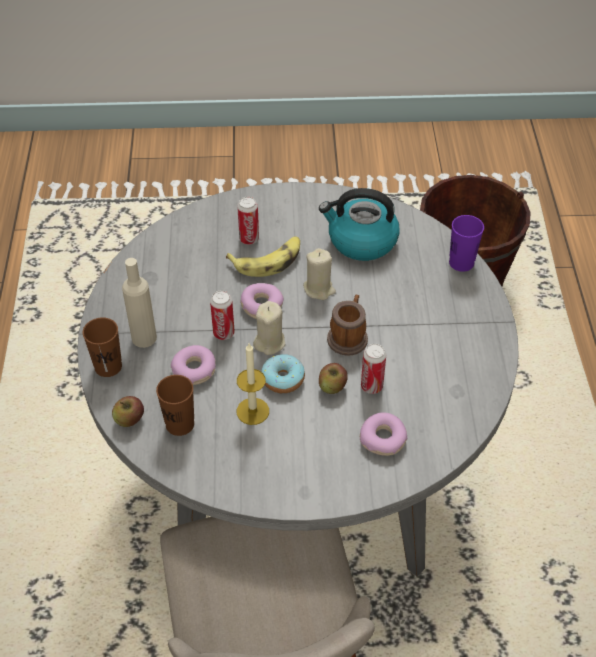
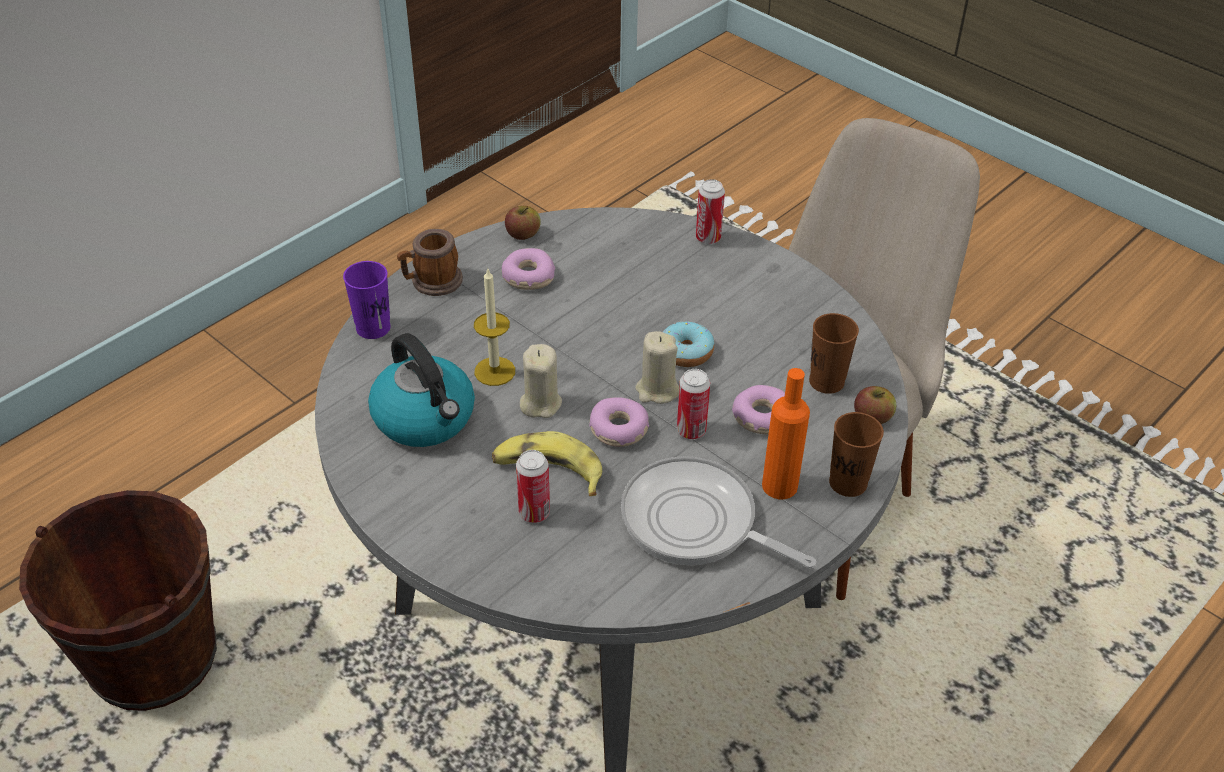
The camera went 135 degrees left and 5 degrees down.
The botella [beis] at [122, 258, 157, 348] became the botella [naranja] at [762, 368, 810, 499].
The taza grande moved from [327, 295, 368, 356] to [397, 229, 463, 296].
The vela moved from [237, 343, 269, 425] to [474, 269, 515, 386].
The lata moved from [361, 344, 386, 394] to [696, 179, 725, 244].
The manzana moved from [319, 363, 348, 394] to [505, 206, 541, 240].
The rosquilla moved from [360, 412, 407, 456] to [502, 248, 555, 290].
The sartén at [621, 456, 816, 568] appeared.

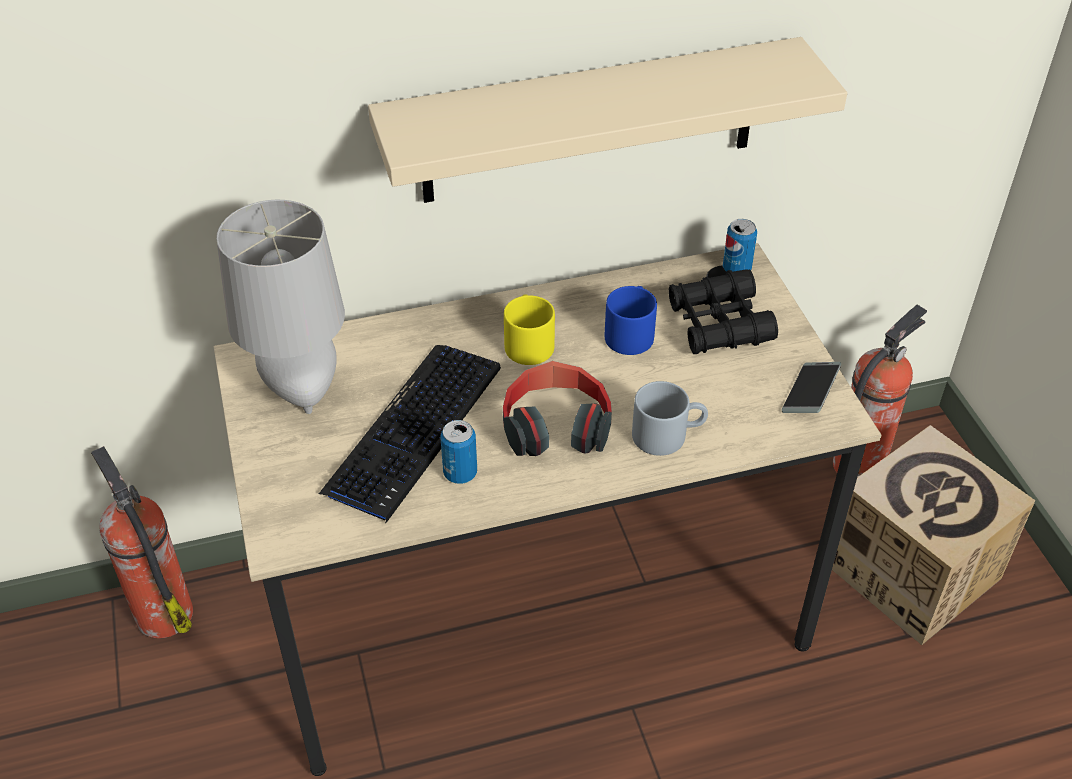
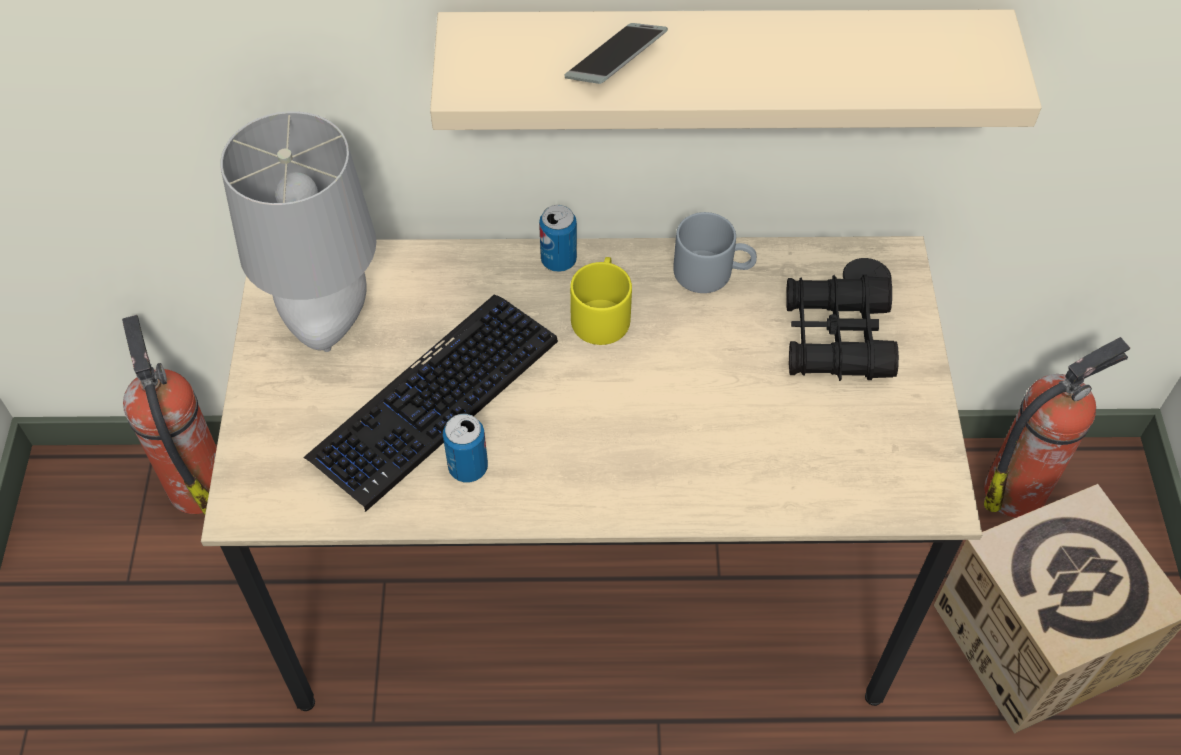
The camera went 15 degrees right and 10 degrees up.
The lata moved from [723, 219, 757, 272] to [539, 205, 577, 272].
The taza grande [azul] at [605, 286, 657, 355] disappeared.
The auriculares at [503, 361, 612, 456] disappeared.
The móvil moved from [782, 362, 841, 413] to [564, 23, 668, 84].
The taza grande [gris] moved from [632, 381, 708, 456] to [673, 212, 757, 293].

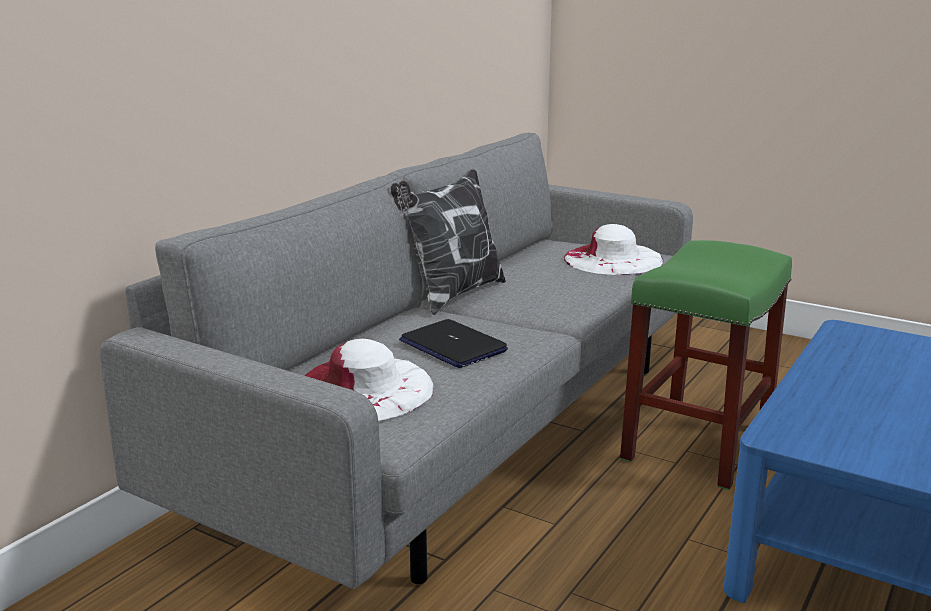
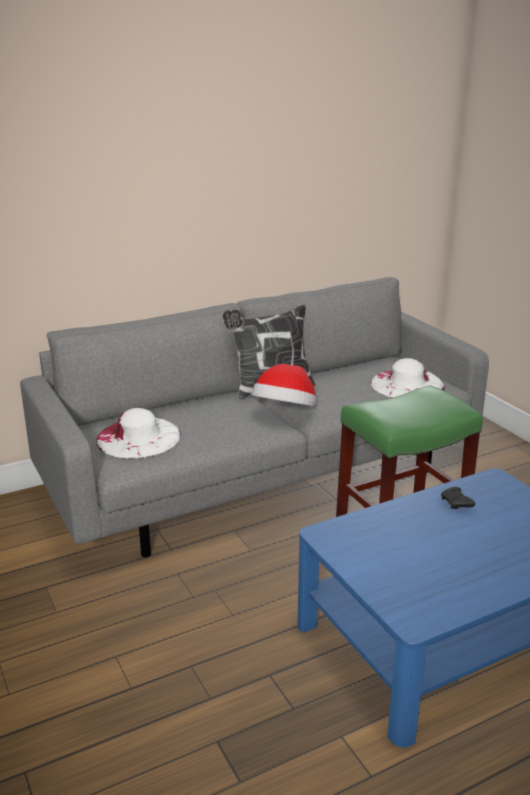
The camera went 30 degrees right and 5 degrees up.
The portátil at [399, 319, 508, 368] disappeared.
The sombrero at [252, 364, 316, 406] appeared.
The mando de consola [negro] at [441, 487, 475, 509] appeared.

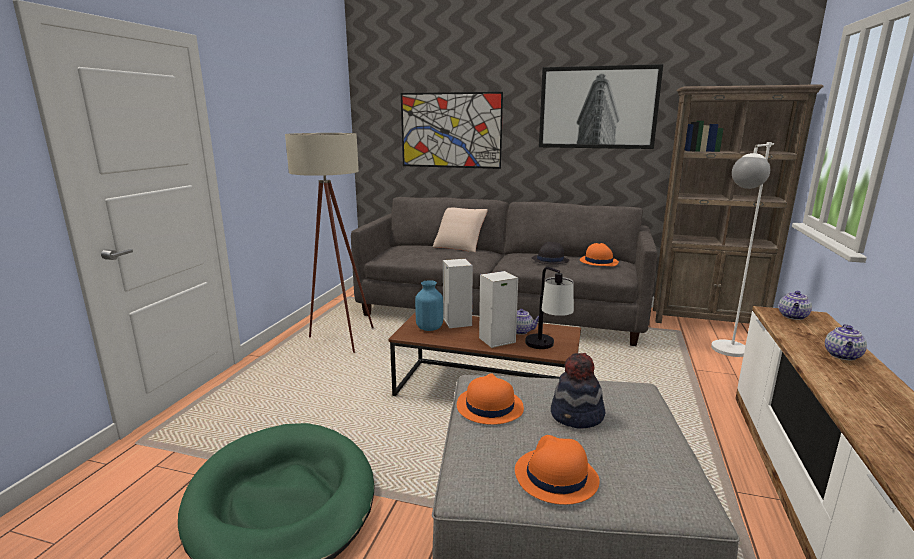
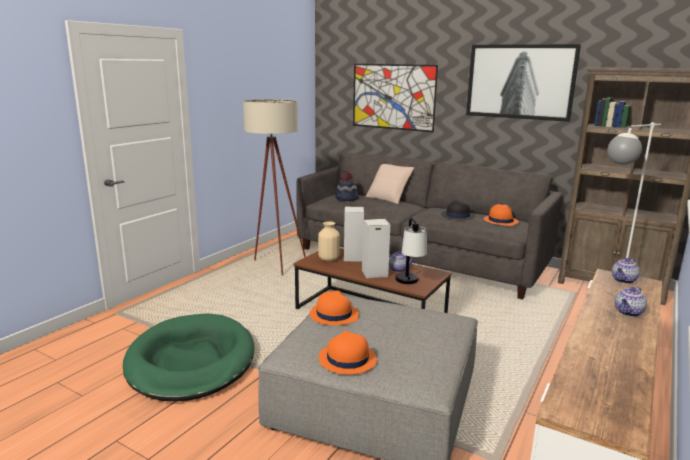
The camera went 15 degrees right and 0 degrees up.
The florero [azul] at [415, 280, 443, 331] became the florero [beis] at [318, 221, 340, 261].
The sombrero moved from [551, 353, 606, 429] to [335, 170, 359, 201].

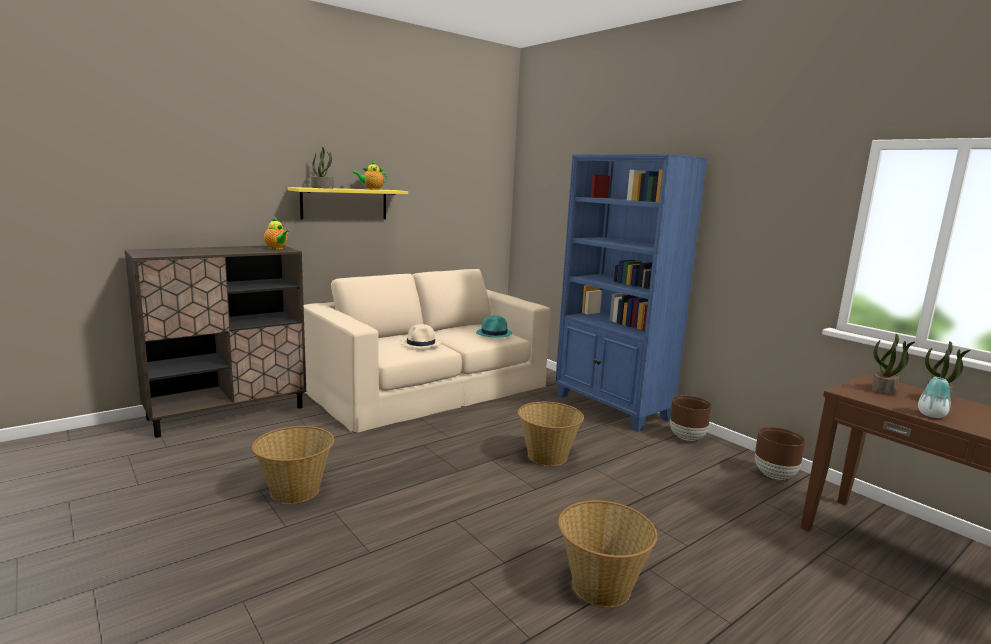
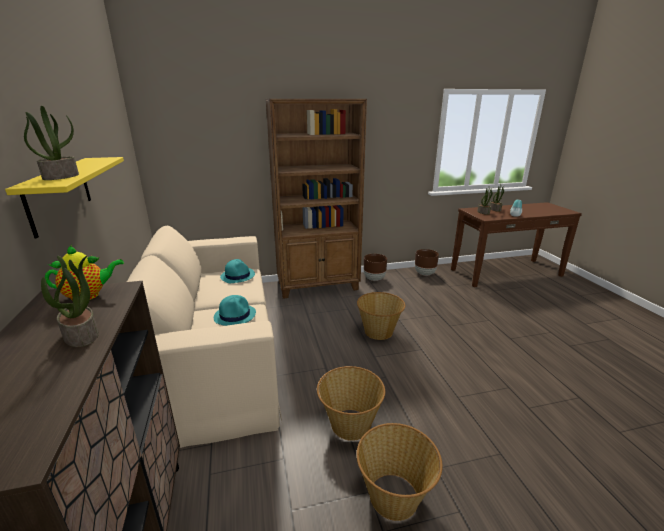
The camera went 65 degrees left and 10 degrees up.
The estantería [azul] at [555, 154, 707, 431] became the estantería [marrón] at [265, 99, 367, 299].
The tetera at [352, 161, 387, 190] disappeared.
The sombrero [beis] at [401, 324, 441, 348] became the sombrero [turquesa] at [214, 295, 256, 326].
The cesta moved from [558, 500, 657, 607] to [317, 366, 385, 441].
The planta en maceta at [41, 255, 99, 347] appeared.

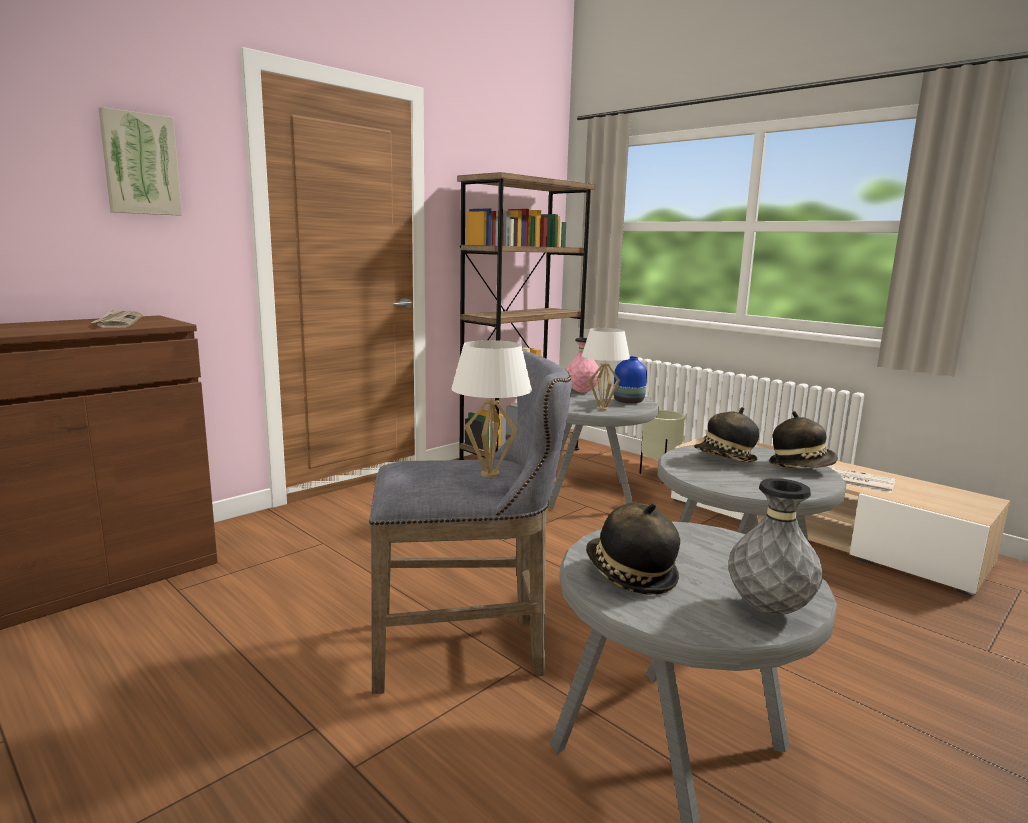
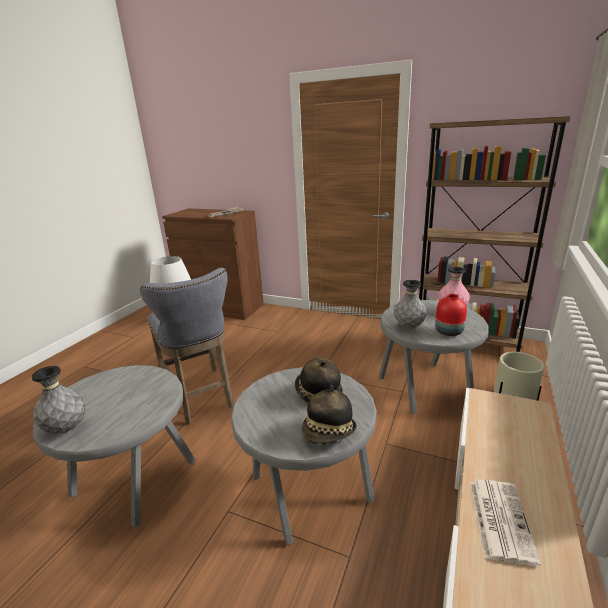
The camera went 70 degrees right and 10 degrees up.
The cuadro at [98, 107, 182, 215] disappeared.
The lámpara de mesa [blanco] at [582, 328, 630, 410] was replaced by the florero [gris] at [394, 280, 427, 328].
The florero [azul] at [613, 356, 647, 404] became the florero [rojo] at [435, 294, 467, 336].
The sombrero at [586, 502, 680, 595] disappeared.

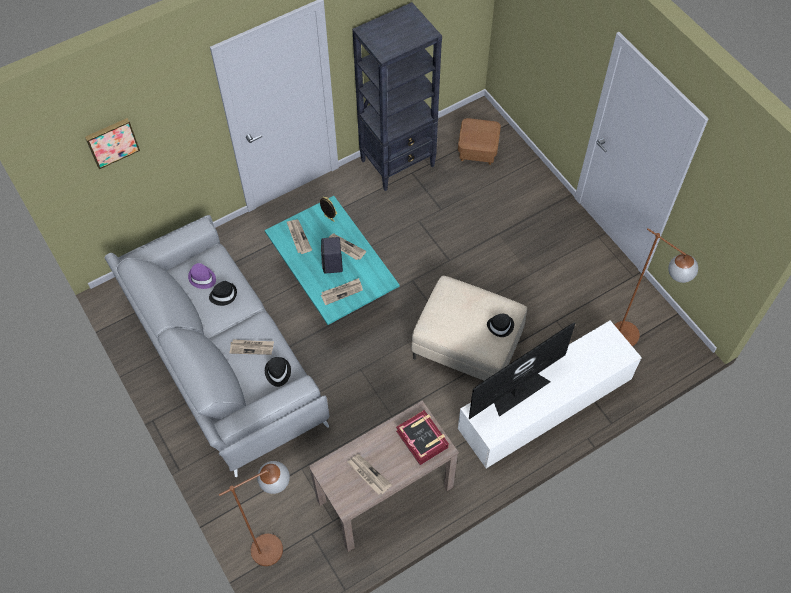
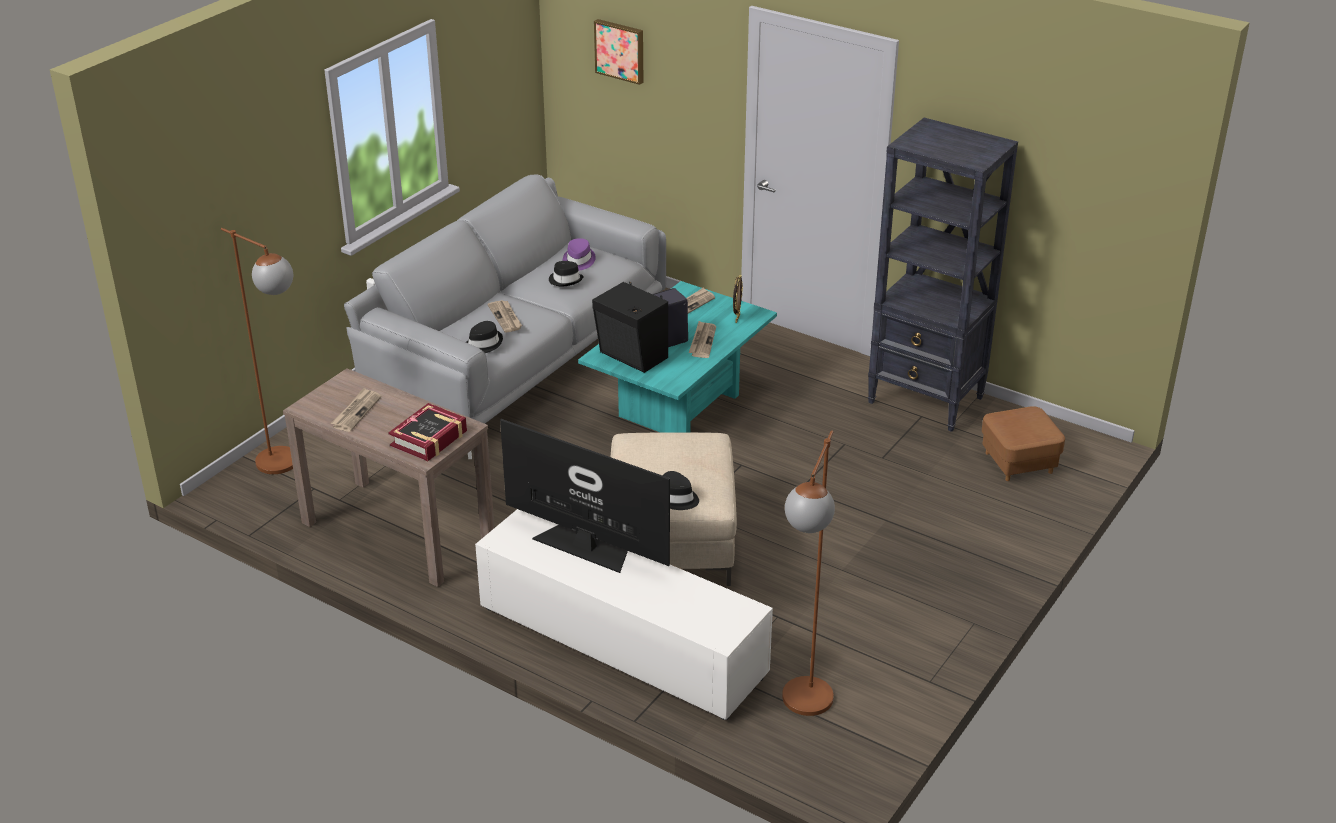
The camera went 65 degrees right and 25 degrees down.
The periódico at [321, 278, 363, 305] was replaced by the altavoz [negro] at [592, 282, 668, 373].

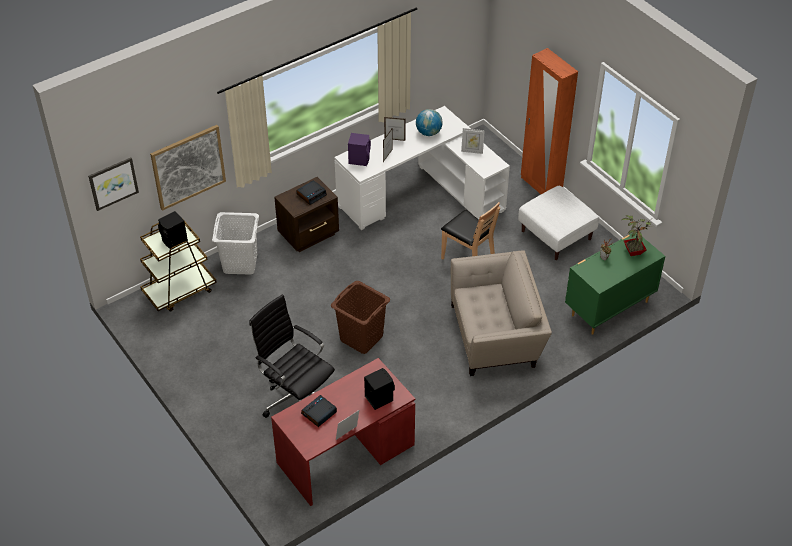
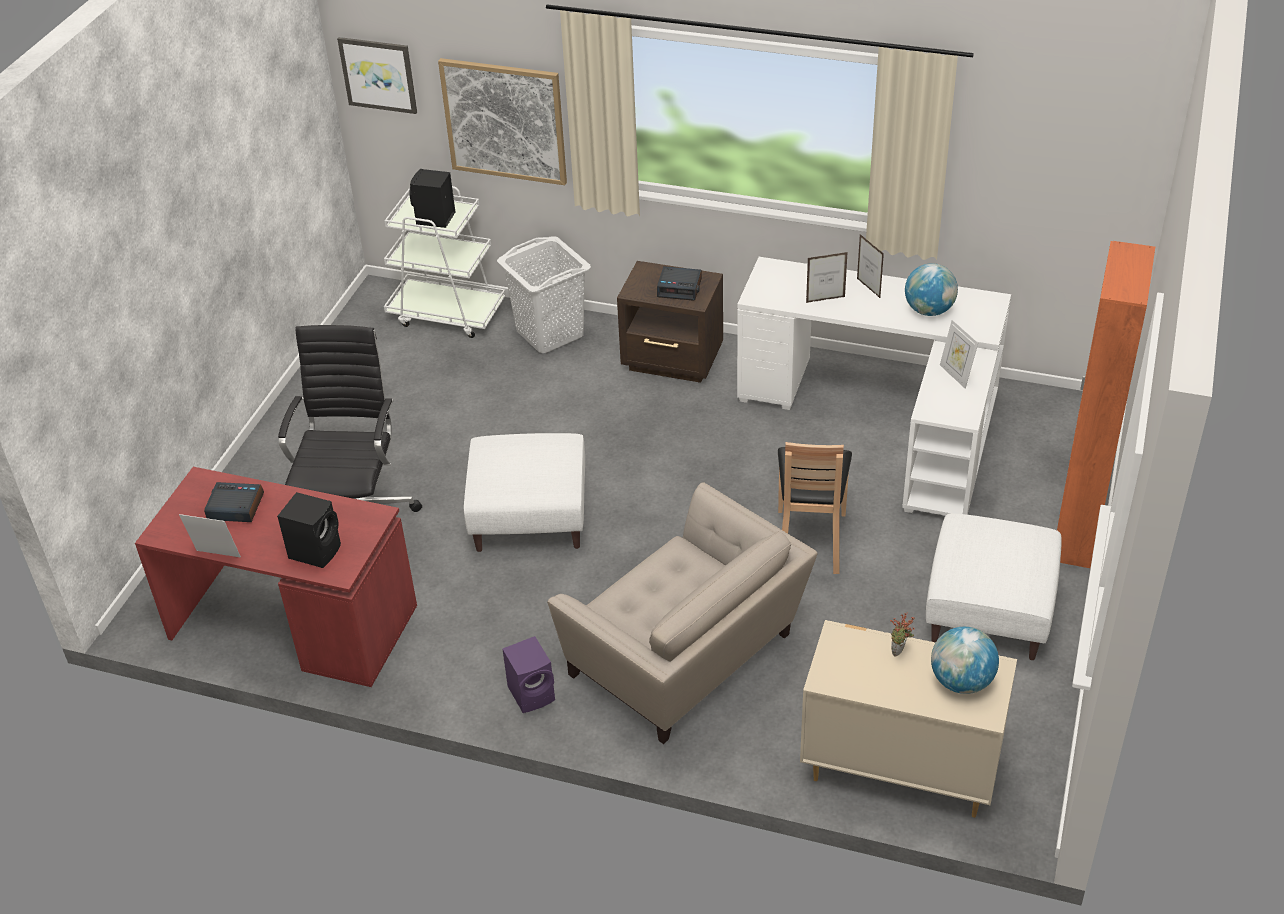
The camera went 55 degrees right and 5 degrees down.
The altavoz [morado] moved from [348, 133, 371, 166] to [502, 636, 555, 713].
The planta en maceta at [622, 215, 653, 256] was replaced by the globo terráqueo at [931, 627, 999, 694].
The carrito [marrón] at [140, 218, 217, 312] became the carrito [blanco] at [384, 186, 506, 338].
The cómoda [verde] at [565, 232, 665, 335] became the cómoda [beis] at [800, 620, 1017, 818].
The cesto de la ropa [marrón] at [331, 281, 390, 354] was replaced by the puf [blanco] at [464, 433, 585, 552].

